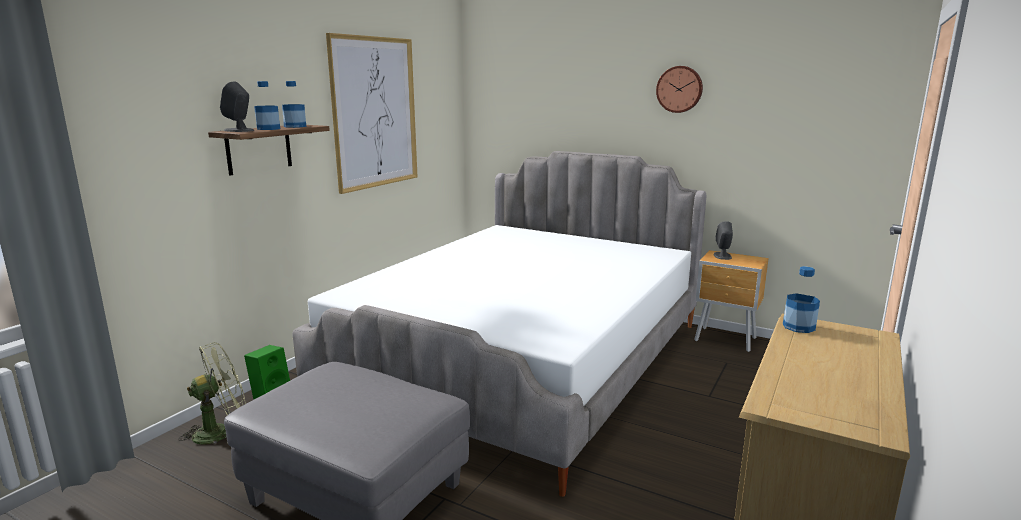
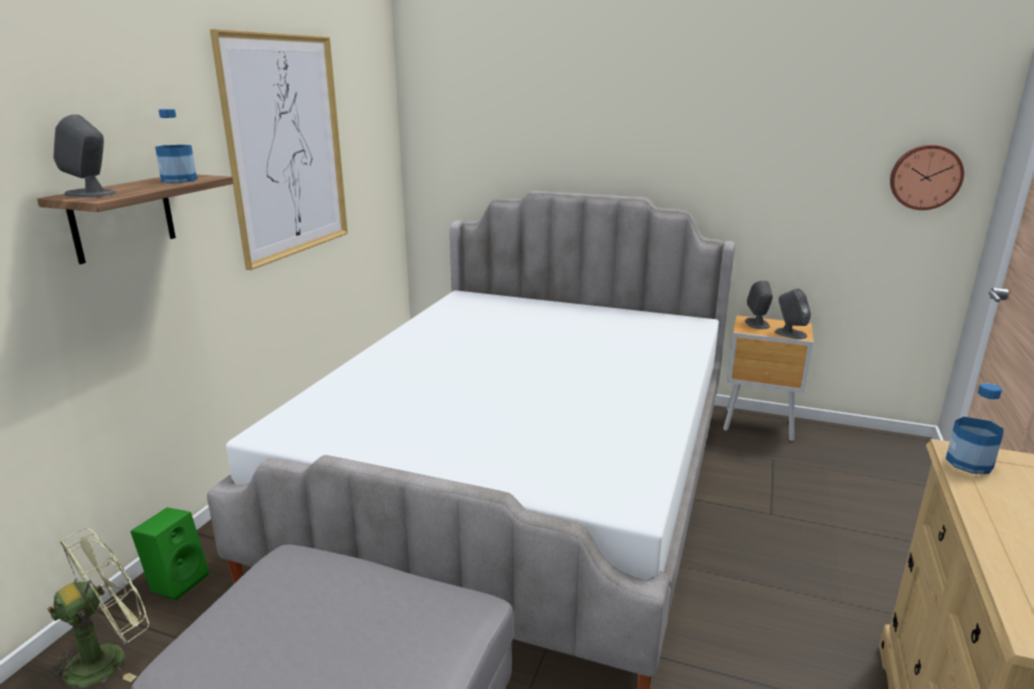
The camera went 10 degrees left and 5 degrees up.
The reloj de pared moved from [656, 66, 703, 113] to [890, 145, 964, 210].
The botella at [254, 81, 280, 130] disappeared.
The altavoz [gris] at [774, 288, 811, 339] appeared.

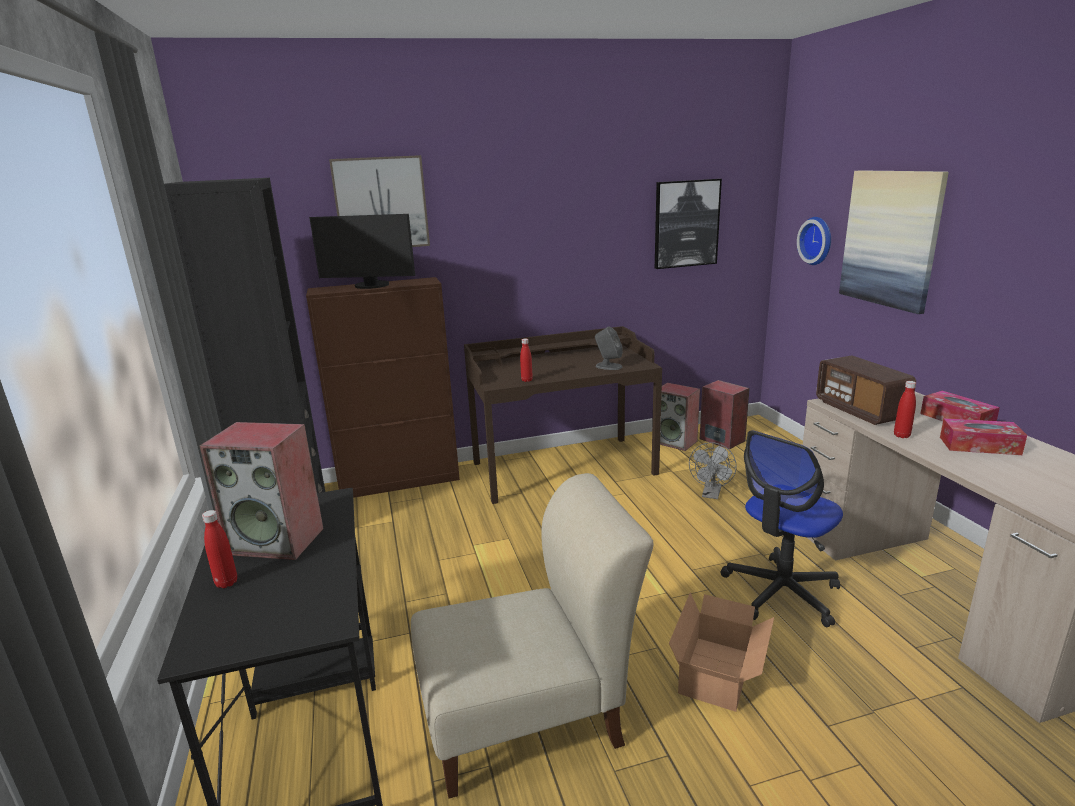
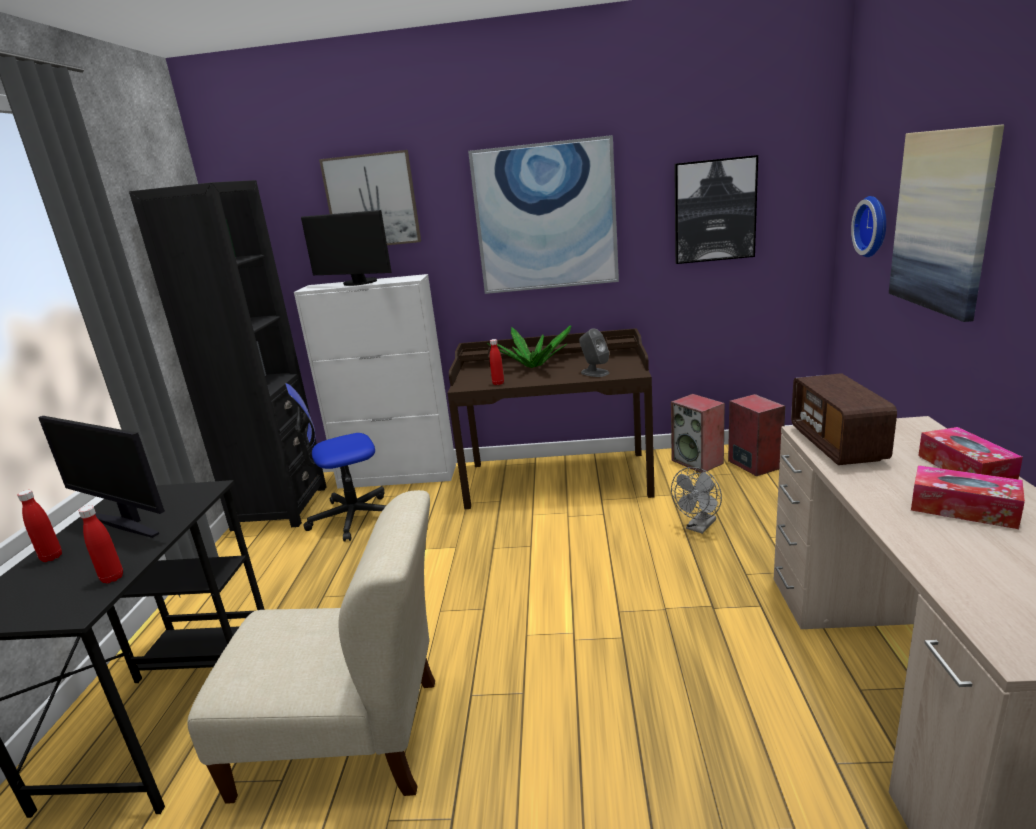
The camera went 20 degrees right and 0 degrees up.
The armario [marrón] at [306, 277, 460, 498] became the armario [blanco] at [294, 274, 456, 489].
The botella [rojo] moved from [894, 381, 916, 438] to [79, 506, 123, 584].
The altavoz at [199, 422, 324, 560] was replaced by the monitor at [38, 416, 165, 538].
The silla de oficina moved from [721, 430, 843, 627] to [285, 383, 387, 542].
The caja de cartón at [669, 592, 774, 711] disappeared.
The cuadro at [468, 135, 619, 294] appeared.
The planta en maceta at [487, 325, 571, 368] appeared.

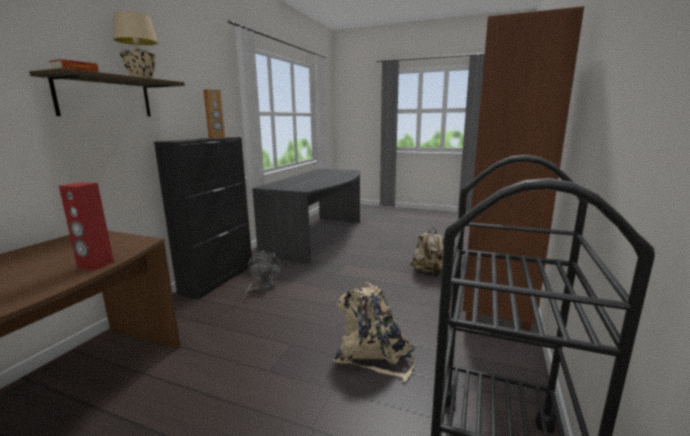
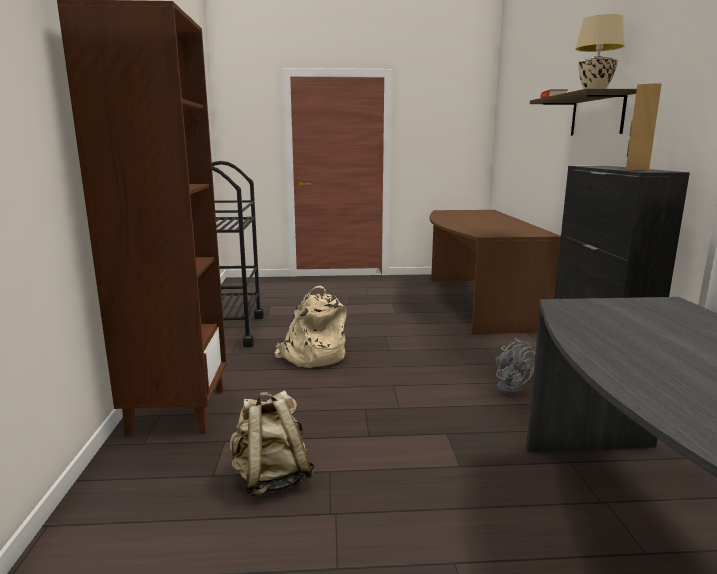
The camera went 155 degrees right and 0 degrees up.
The altavoz [rojo] at [59, 182, 114, 270] disappeared.

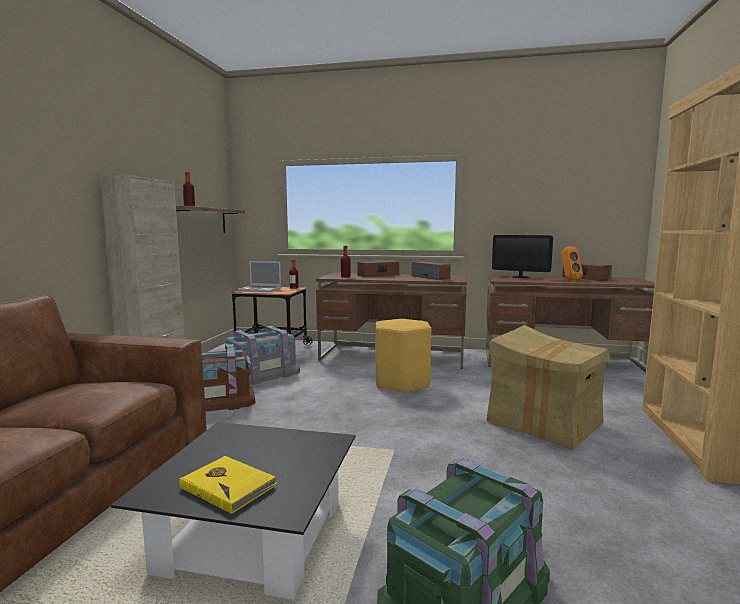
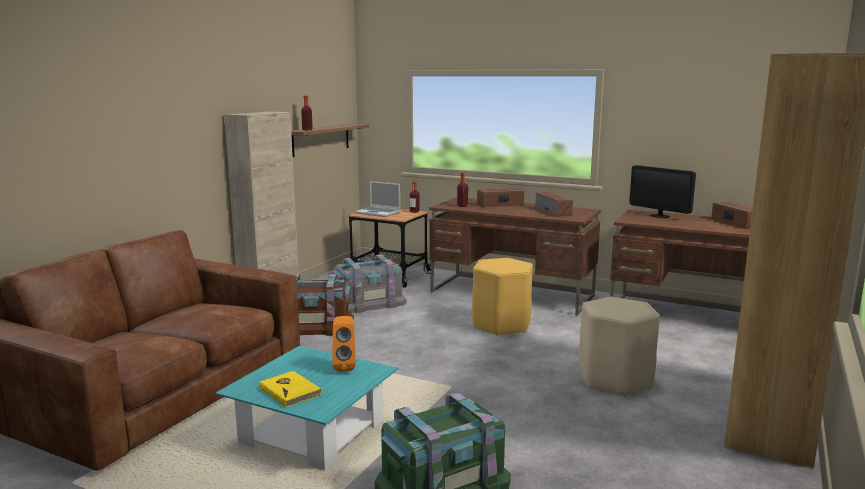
The camera went 15 degrees right and 5 degrees up.
The altavoz [naranja] moved from [561, 247, 583, 280] to [332, 316, 356, 371].
The caja de cartón at [486, 325, 610, 450] was replaced by the taburete [beis] at [579, 297, 660, 397].
The mesa de centro [negro] at [111, 422, 356, 600] became the mesa de centro [turquesa] at [215, 346, 398, 470].

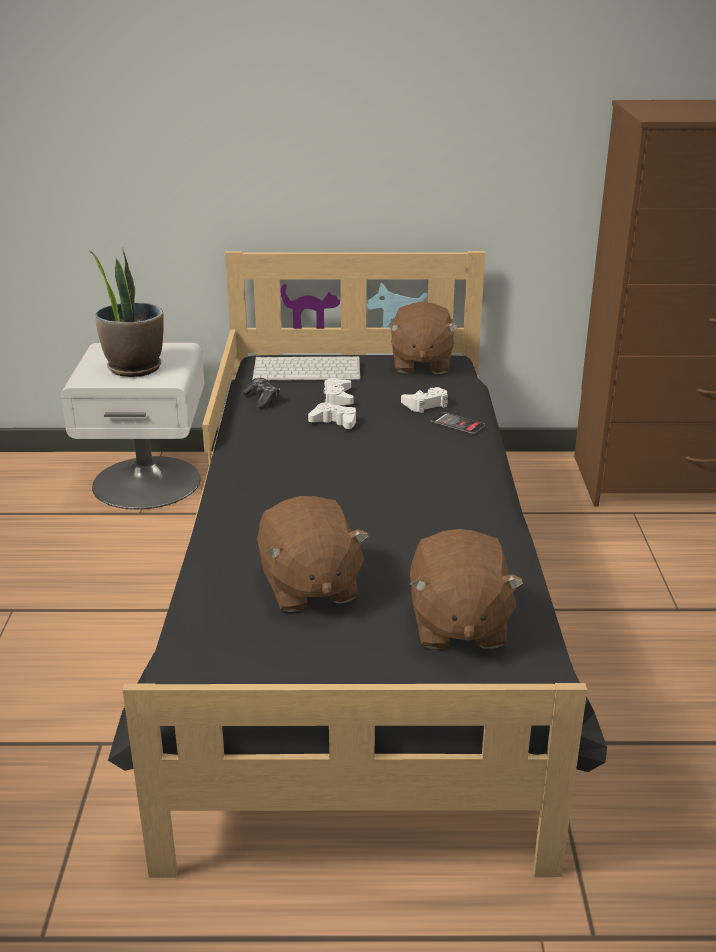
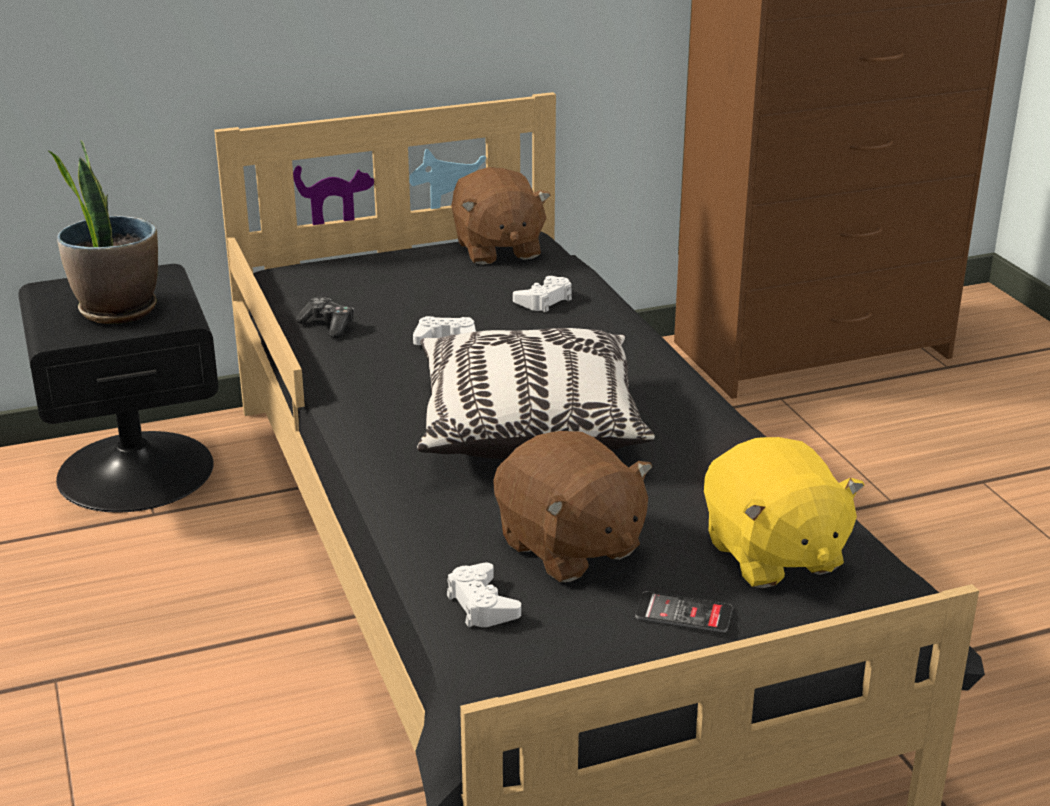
The camera went 20 degrees left and 0 degrees up.
The mesita de noche [blanco] at [61, 343, 205, 509] became the mesita de noche [negro] at [18, 264, 218, 512].
The teclado at [252, 356, 361, 381] disappeared.
The mando de consola [blanco] moved from [323, 378, 354, 406] to [447, 563, 521, 627].
The móvil moved from [430, 412, 485, 434] to [635, 591, 733, 633].
The peluche [marrón] at [410, 529, 524, 649] became the peluche [amarillo] at [704, 437, 864, 588].
The cojín at [417, 328, 655, 459] appeared.

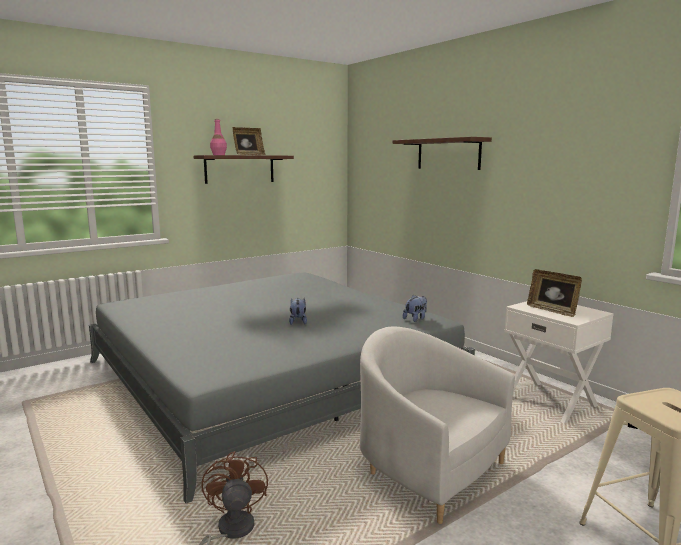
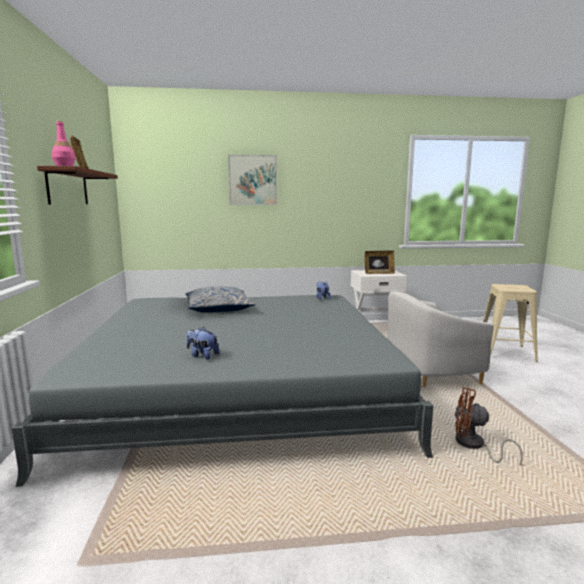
The camera went 60 degrees left and 0 degrees up.
The estante [marrón] at [392, 137, 492, 170] was replaced by the cuadro at [228, 155, 277, 205].
The peluche moved from [289, 298, 307, 325] to [186, 327, 220, 360].
The cojín at [186, 286, 255, 313] appeared.

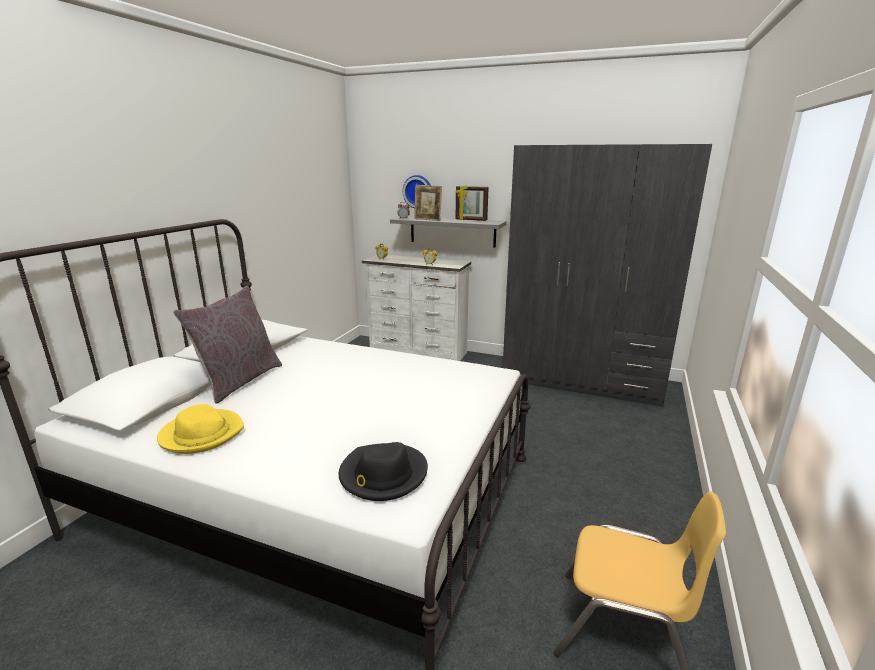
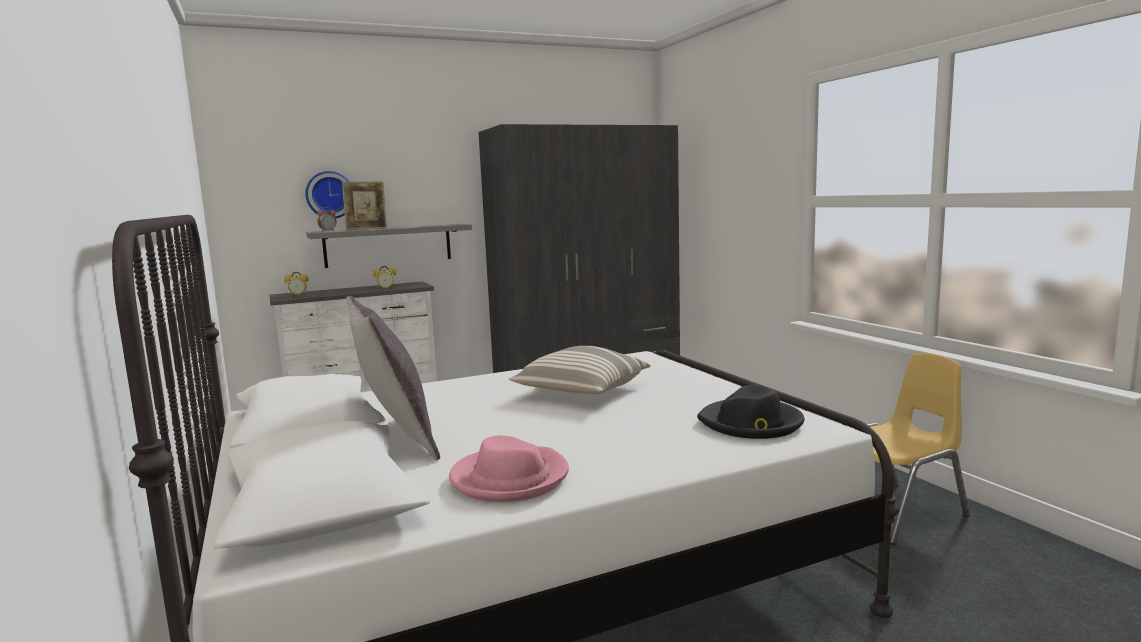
The camera went 45 degrees left and 10 degrees down.
The portarretratos at [456, 185, 489, 221] disappeared.
The sombrero [amarillo] at [157, 404, 244, 454] became the sombrero [rosa] at [449, 435, 569, 502].
The cojín at [509, 346, 651, 394] appeared.

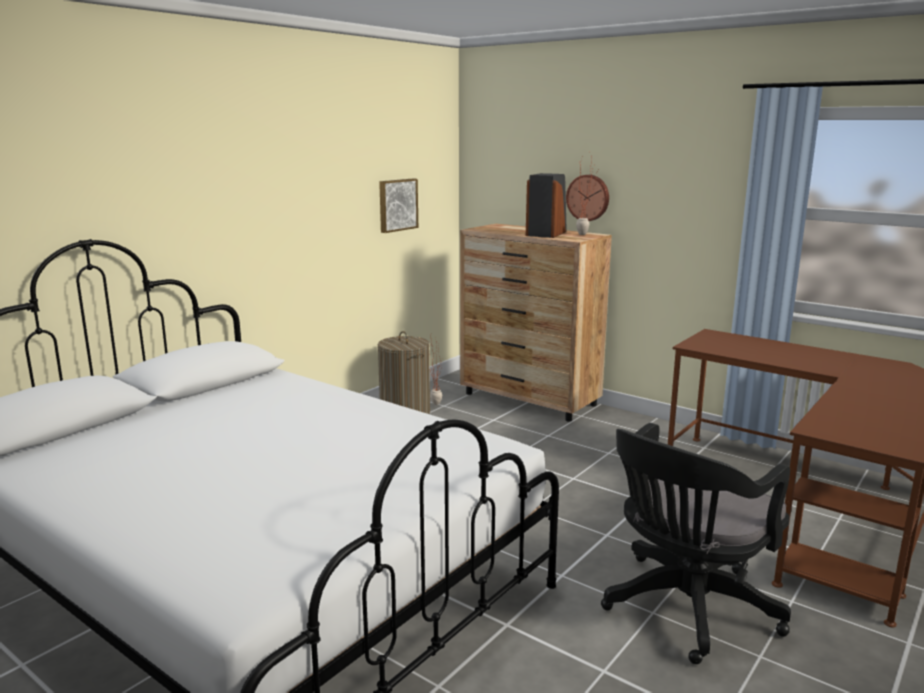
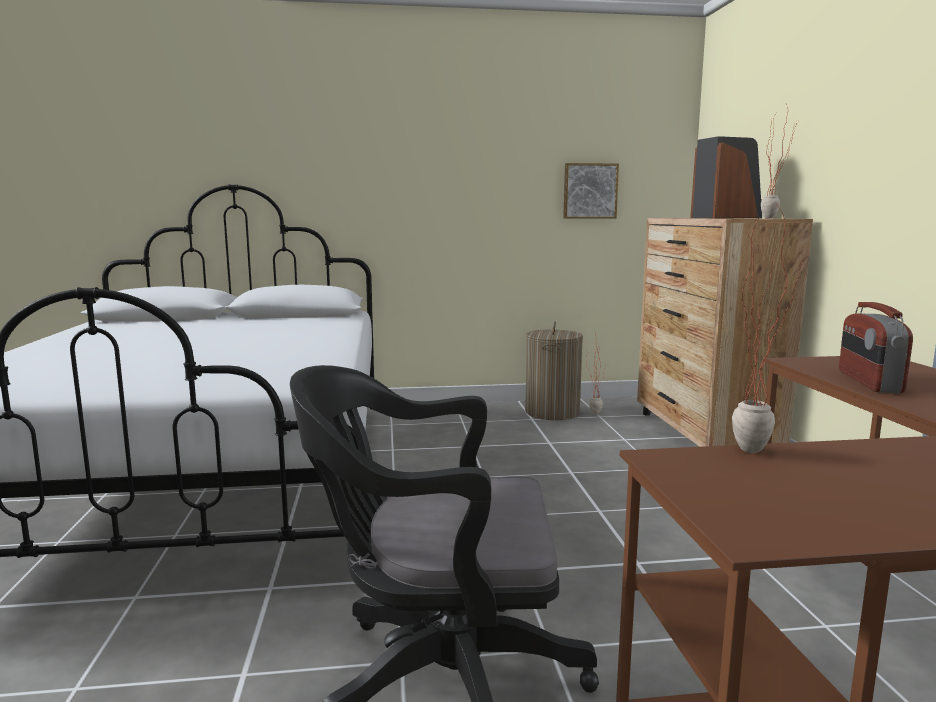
The camera went 45 degrees right and 5 degrees down.
The reloj de pared at [566, 175, 609, 221] disappeared.
The planta en maceta at [732, 205, 809, 453] appeared.
The radio at [839, 302, 913, 393] appeared.

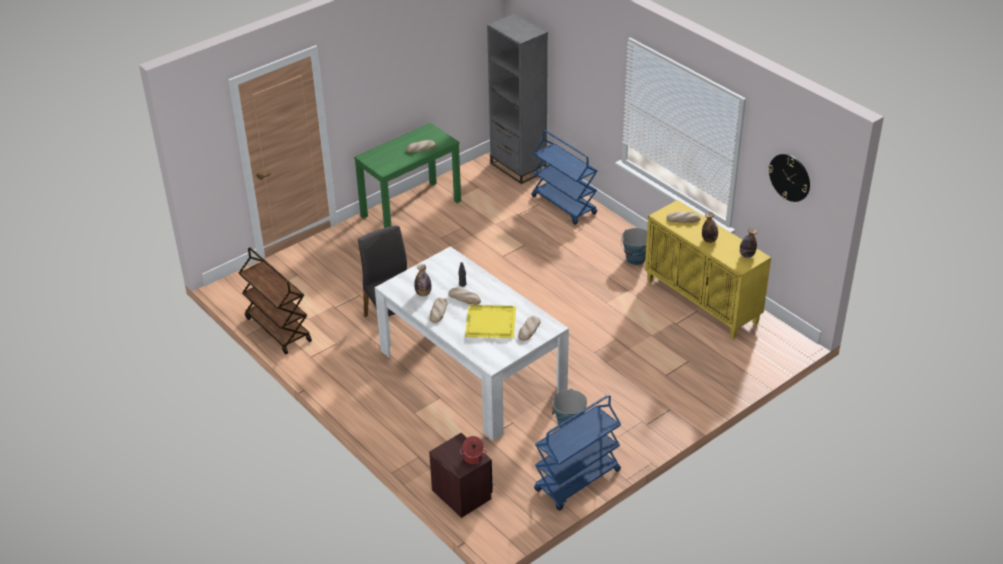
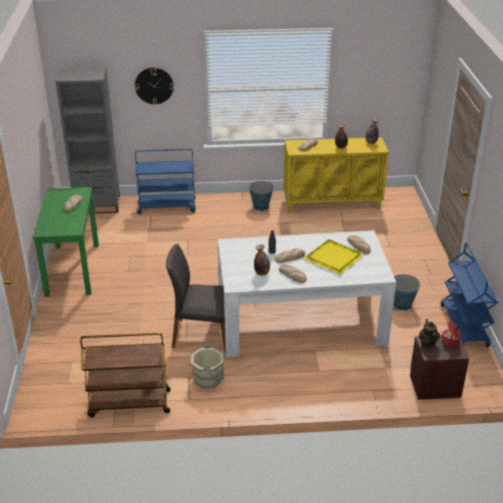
The camera went 55 degrees left and 5 degrees down.
The reloj de pared moved from [768, 154, 810, 202] to [135, 67, 174, 105].
The tetera at [419, 319, 440, 348] appeared.
The cubo [beis] at [190, 344, 224, 388] appeared.

